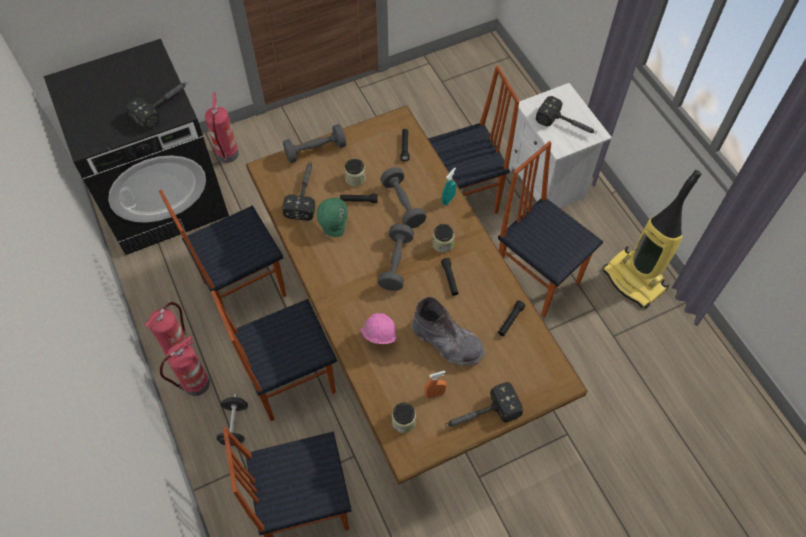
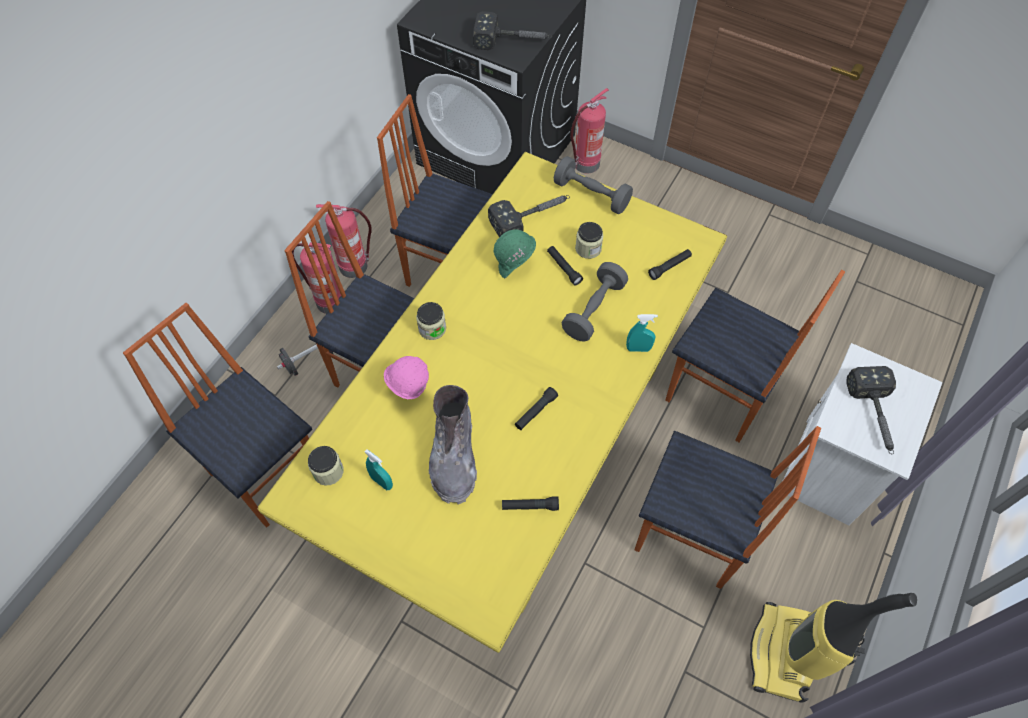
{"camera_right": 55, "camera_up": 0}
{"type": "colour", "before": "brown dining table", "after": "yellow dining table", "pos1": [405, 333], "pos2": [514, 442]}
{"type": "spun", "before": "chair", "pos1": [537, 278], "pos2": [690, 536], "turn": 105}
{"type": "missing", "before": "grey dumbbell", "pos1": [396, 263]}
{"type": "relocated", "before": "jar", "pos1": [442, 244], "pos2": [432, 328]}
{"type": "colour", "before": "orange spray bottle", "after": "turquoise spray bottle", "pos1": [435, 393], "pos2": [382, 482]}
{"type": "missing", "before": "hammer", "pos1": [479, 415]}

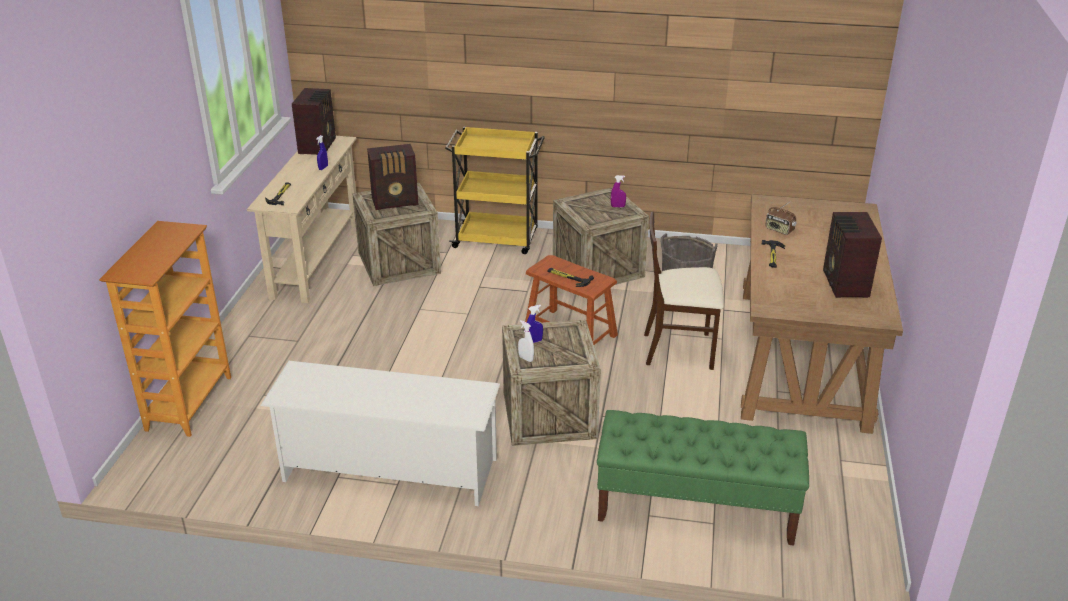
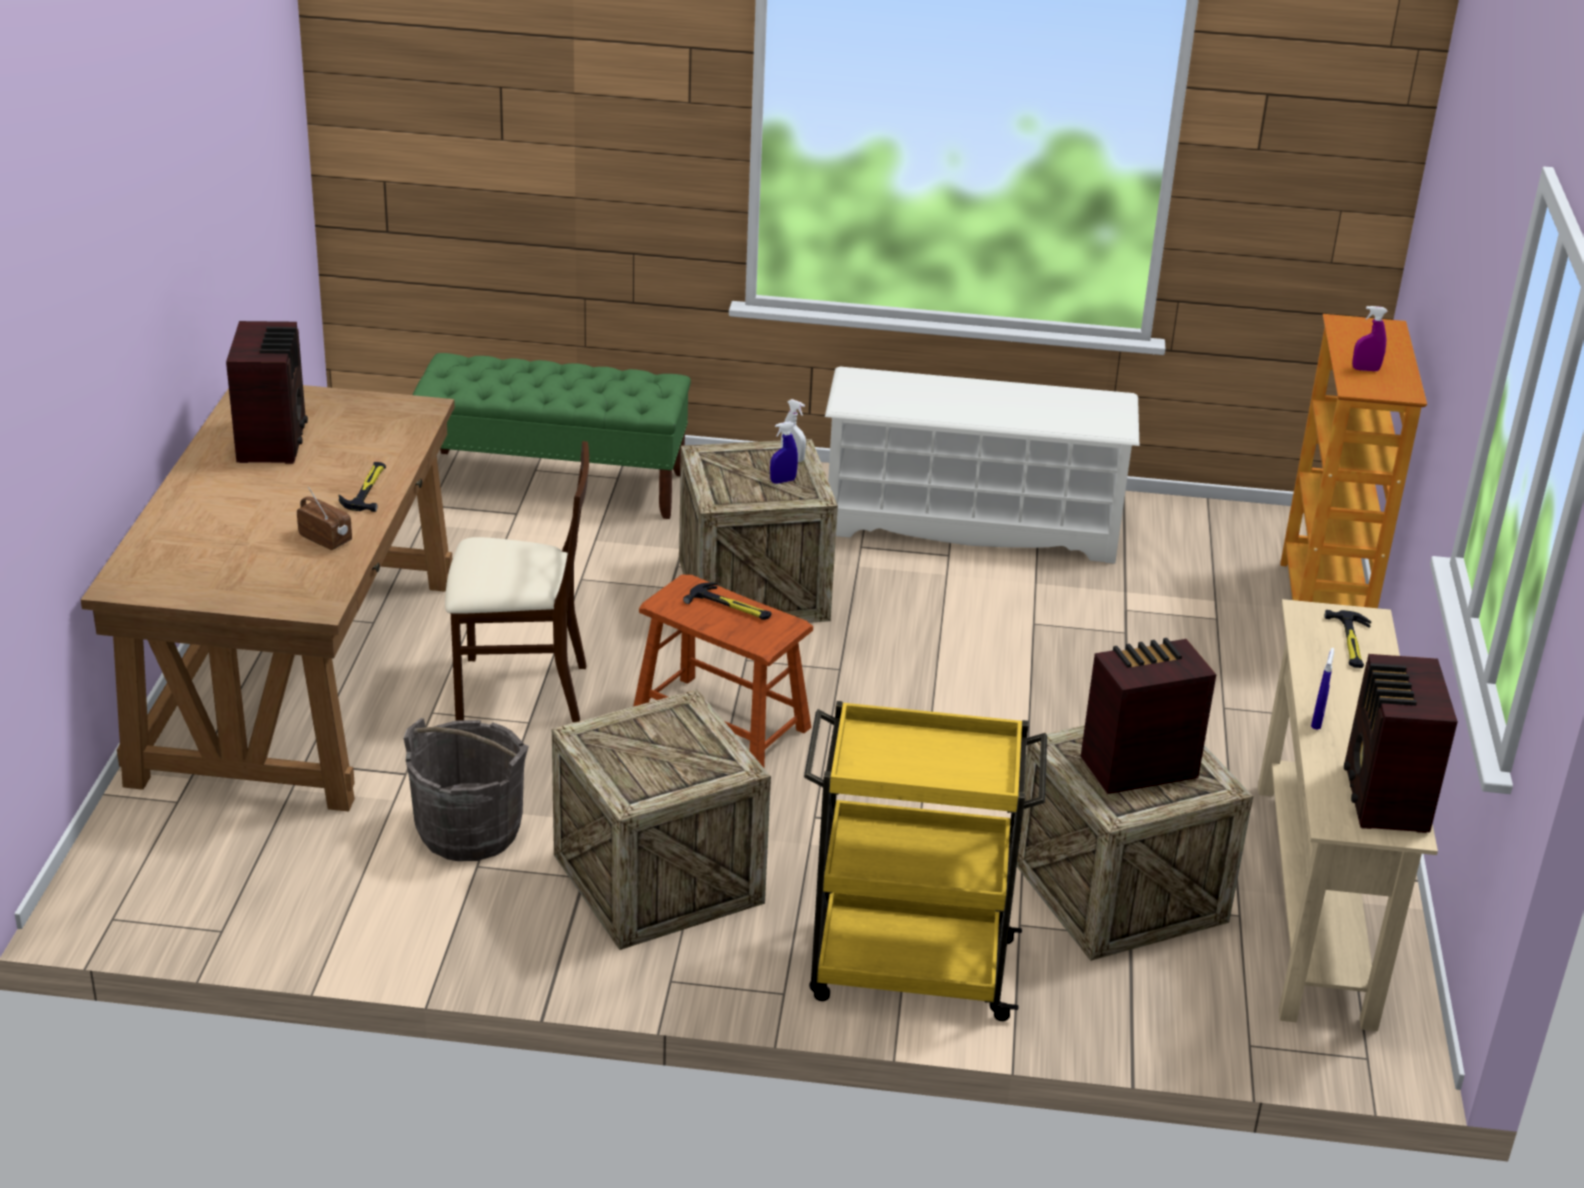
{"camera_right": 175, "camera_up": 0}
{"type": "relocated", "before": "purple spray bottle", "pos1": [618, 206], "pos2": [1365, 369]}

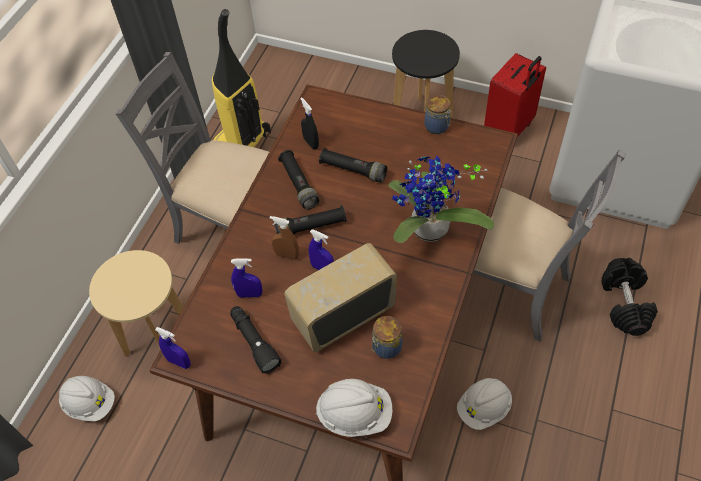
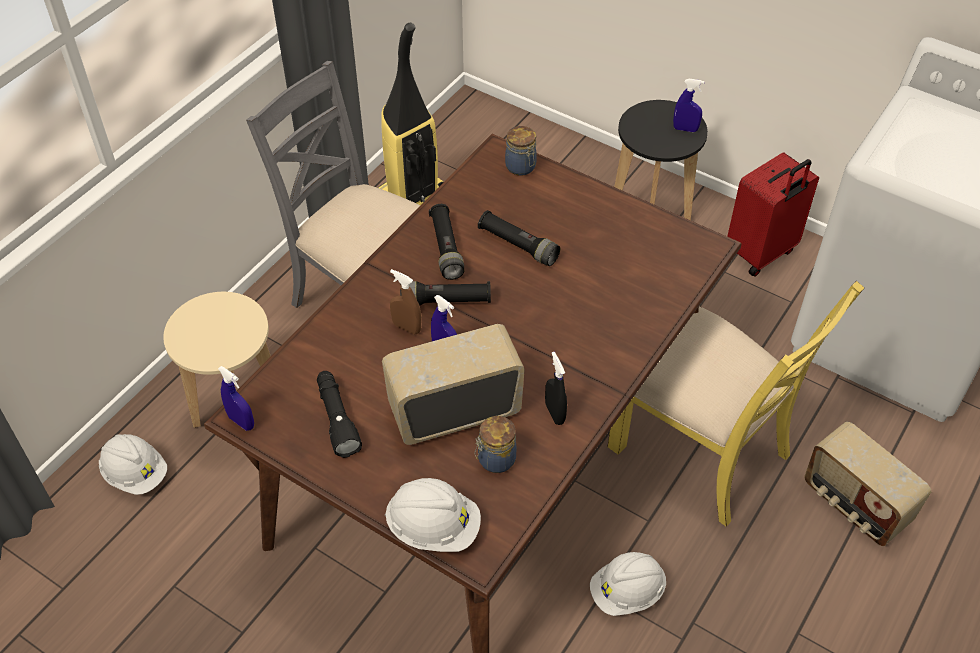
{"camera_right": 10, "camera_up": -5}
{"type": "relocated", "before": "jar", "pos1": [437, 127], "pos2": [521, 167]}
{"type": "relocated", "before": "black spray bottle", "pos1": [311, 143], "pos2": [554, 413]}
{"type": "colour", "before": "grey chair", "after": "yellow chair", "pos1": [507, 288], "pos2": [702, 450]}
{"type": "missing", "before": "potted plant", "pos1": [429, 233]}
{"type": "relocated", "before": "blue spray bottle", "pos1": [249, 294], "pos2": [685, 129]}
{"type": "exchanged", "before": "black dumbbell", "after": "radio", "pos1": [625, 304], "pos2": [854, 504]}

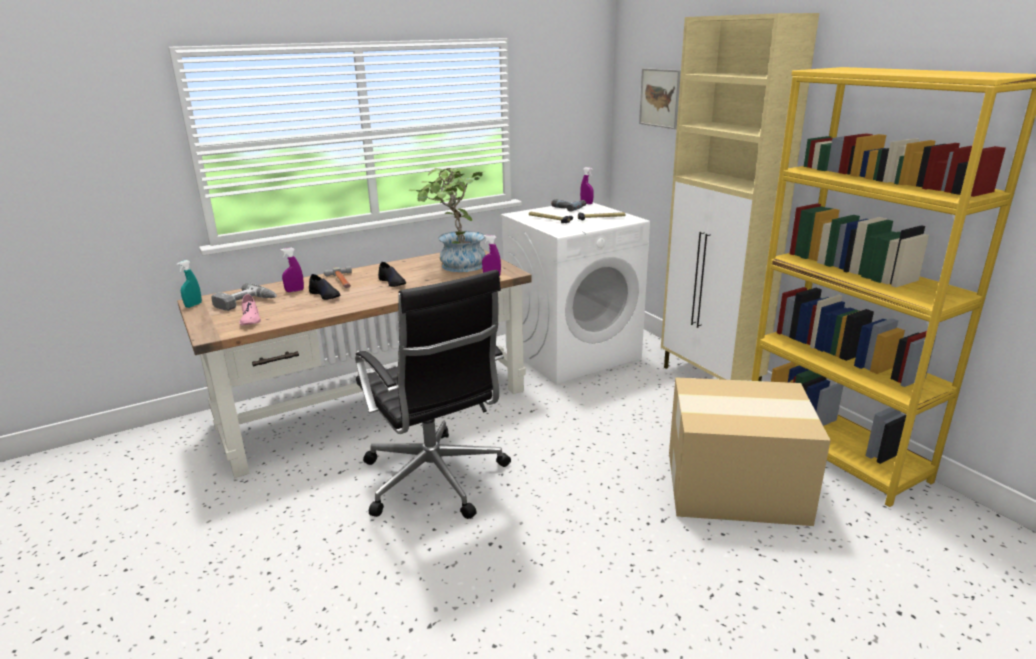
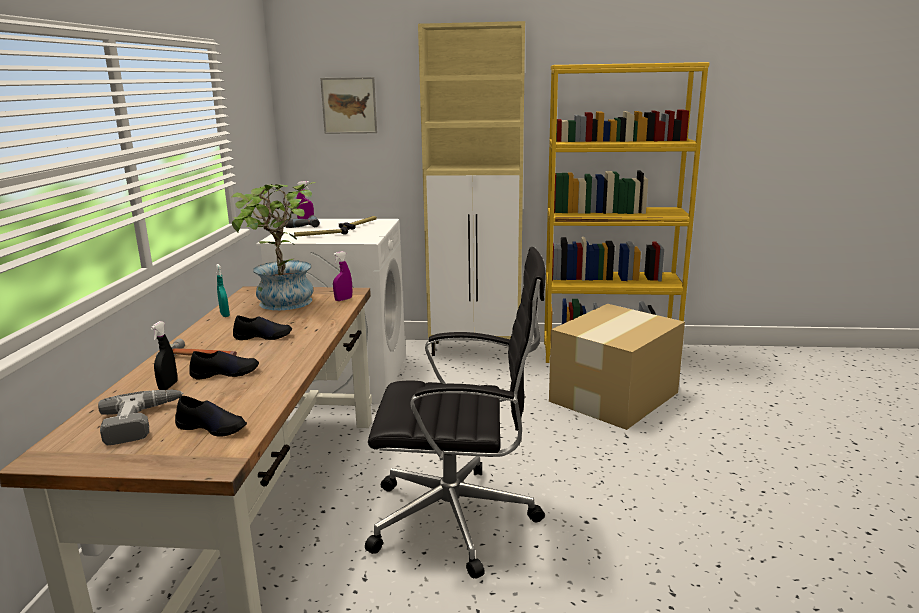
{"camera_right": -55, "camera_up": -5}
{"type": "colour", "before": "purple spray bottle", "after": "black spray bottle", "pos1": [294, 291], "pos2": [168, 386]}
{"type": "relocated", "before": "turquoise spray bottle", "pos1": [193, 305], "pos2": [224, 315]}
{"type": "colour", "before": "pink shoe", "after": "black shoe", "pos1": [250, 319], "pos2": [212, 427]}

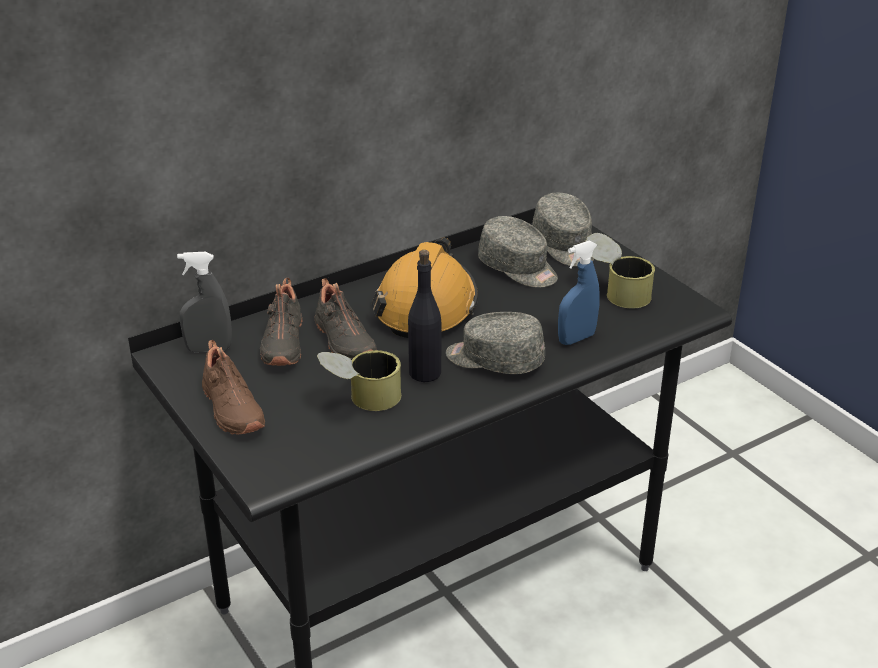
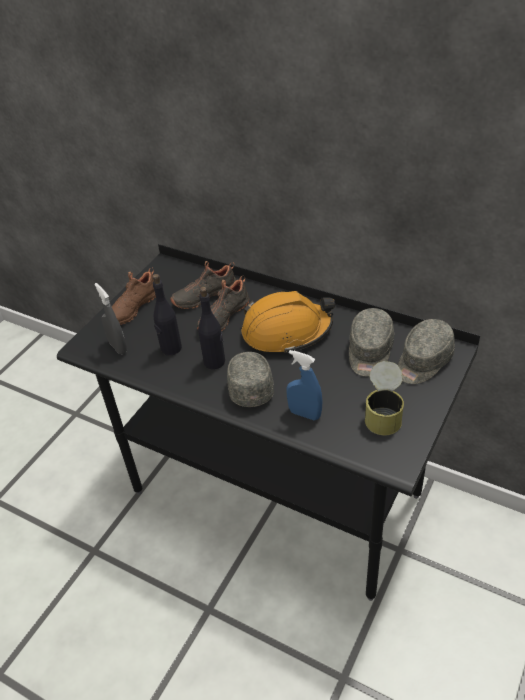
{"camera_right": 65, "camera_up": 10}
{"type": "relocated", "before": "grey spray bottle", "pos1": [209, 349], "pos2": [118, 347]}
{"type": "exchanged", "before": "can", "after": "black bottle", "pos1": [361, 399], "pos2": [171, 348]}

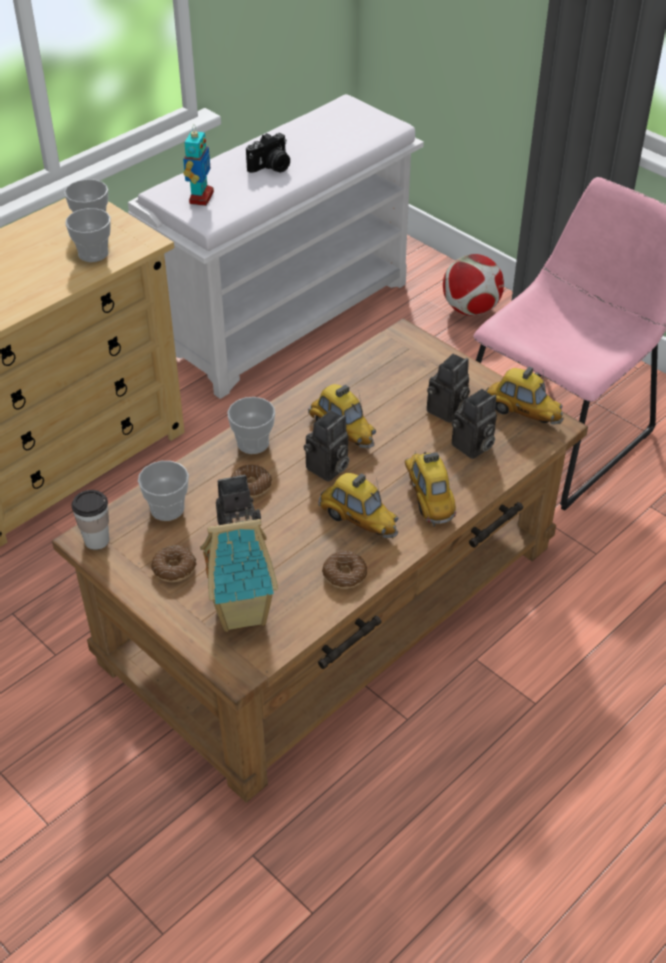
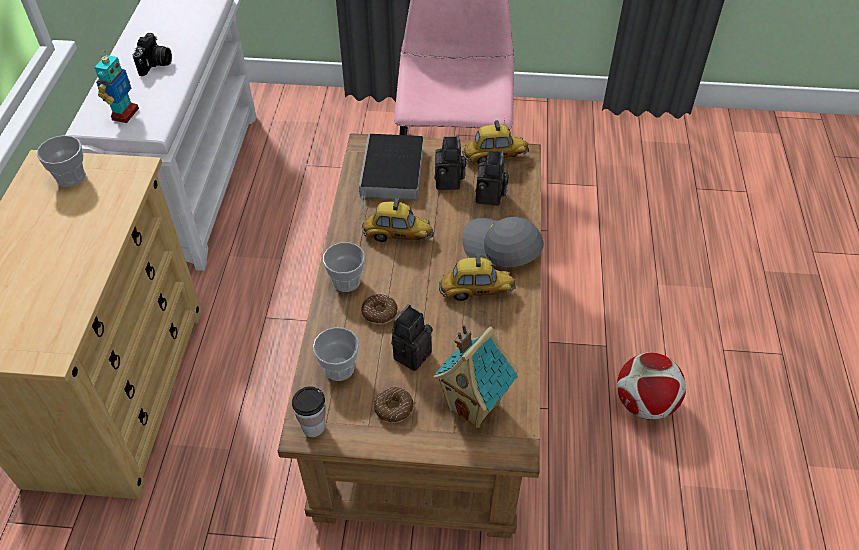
{"camera_right": -40, "camera_up": 5}
{"type": "spun", "before": "toy robot", "pos1": [200, 198], "pos2": [124, 114], "turn": 45}
{"type": "missing", "before": "cup", "pos1": [93, 253]}
{"type": "relocated", "before": "football", "pos1": [471, 309], "pos2": [644, 403]}
{"type": "missing", "before": "photo camera", "pos1": [327, 469]}
{"type": "exchanged", "before": "toy car", "after": "grey cap", "pos1": [427, 497], "pos2": [500, 248]}
{"type": "missing", "before": "donut", "pos1": [344, 575]}
{"type": "appeared", "after": "book", "pos2": [392, 173]}

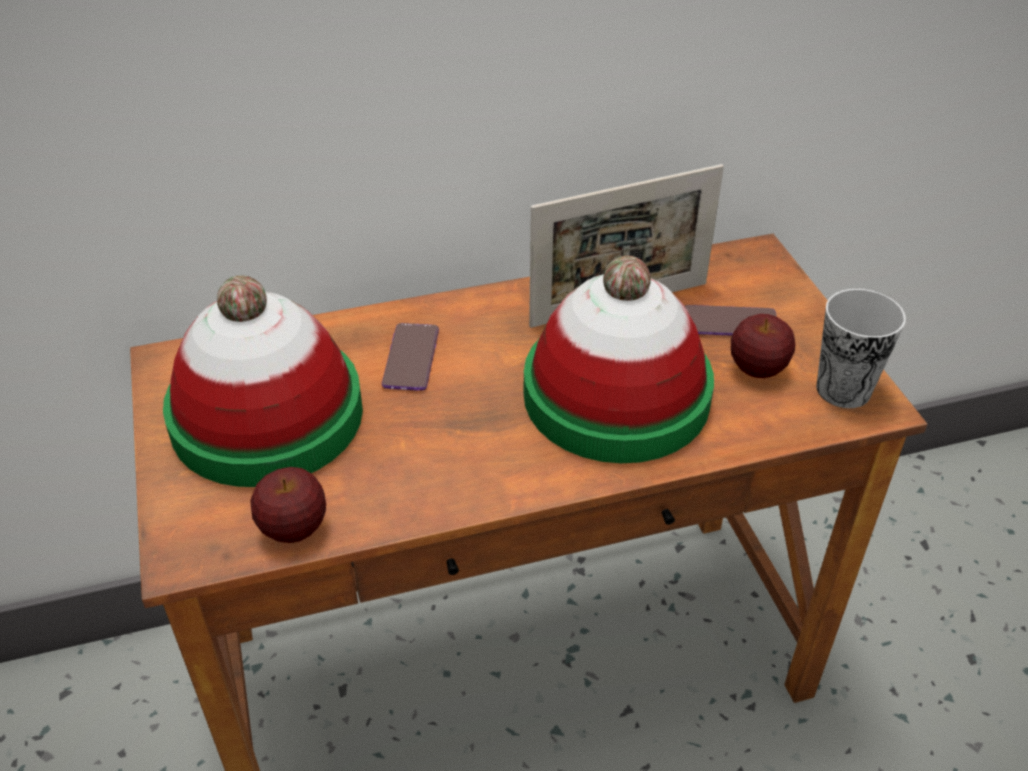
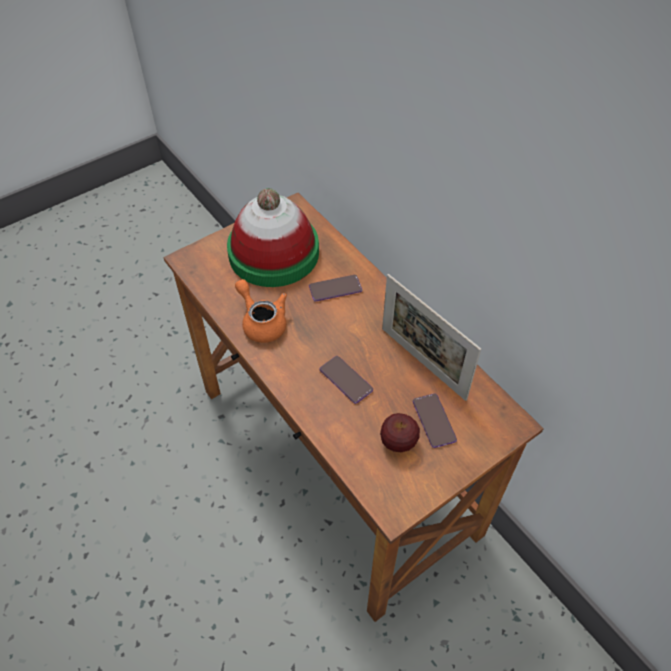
{"camera_right": 70, "camera_up": 10}
{"type": "exchanged", "before": "hat", "after": "phone", "pos1": [616, 395], "pos2": [346, 380]}
{"type": "missing", "before": "cup", "pos1": [843, 389]}
{"type": "missing", "before": "apple", "pos1": [293, 528]}
{"type": "appeared", "after": "orange teapot", "pos2": [262, 322]}

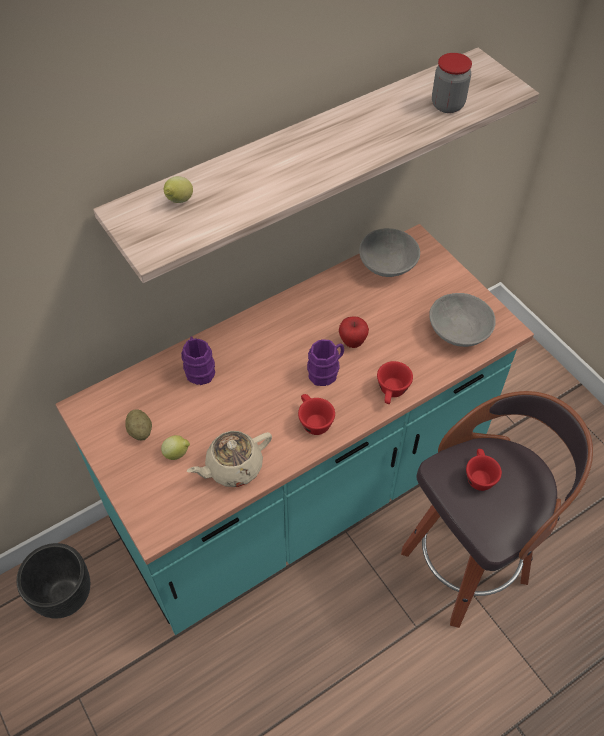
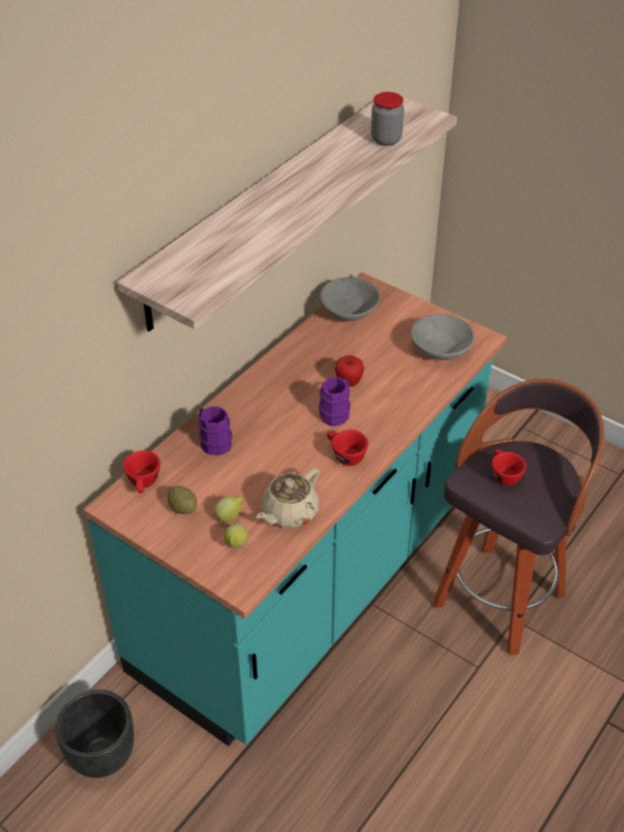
{"camera_right": -20, "camera_up": -10}
{"type": "relocated", "before": "lemon", "pos1": [179, 201], "pos2": [236, 545]}
{"type": "relocated", "before": "red cup", "pos1": [392, 392], "pos2": [144, 483]}

